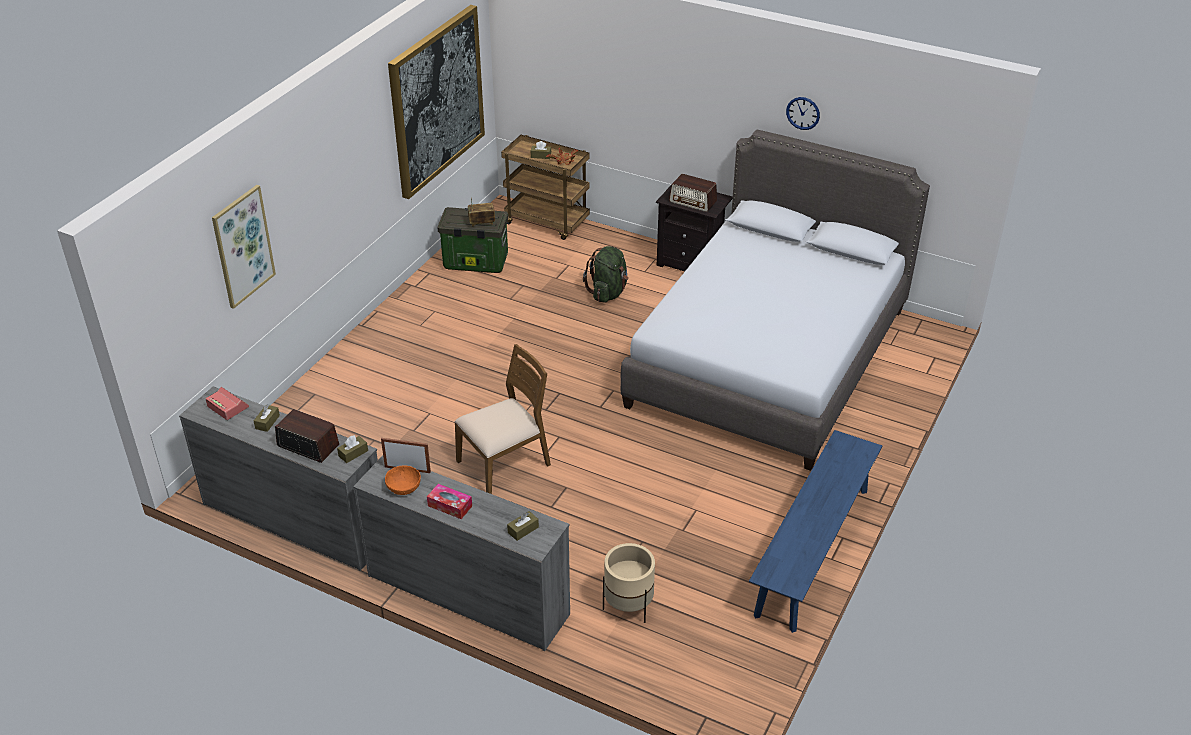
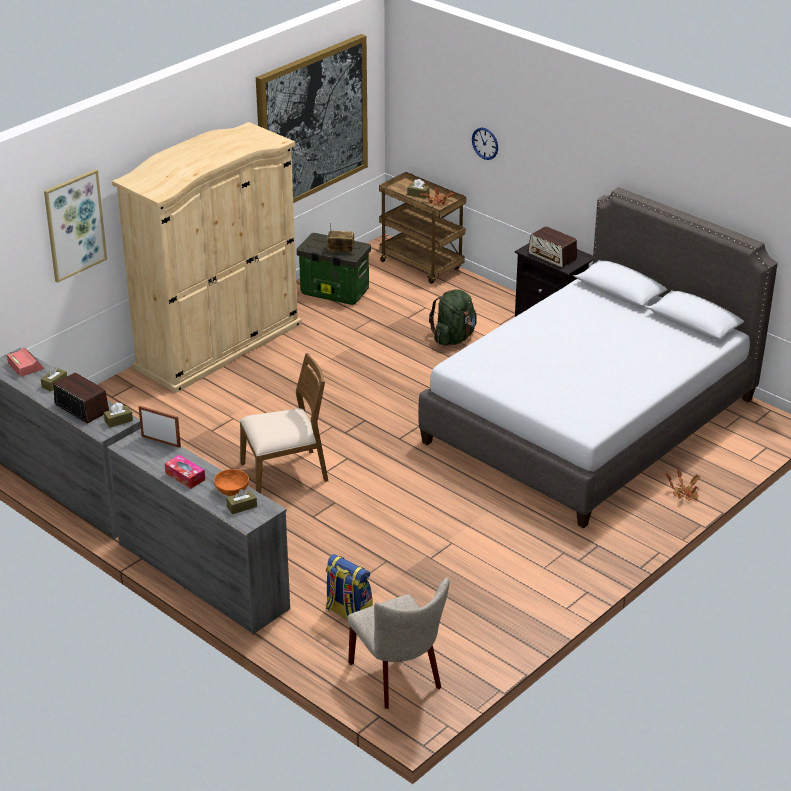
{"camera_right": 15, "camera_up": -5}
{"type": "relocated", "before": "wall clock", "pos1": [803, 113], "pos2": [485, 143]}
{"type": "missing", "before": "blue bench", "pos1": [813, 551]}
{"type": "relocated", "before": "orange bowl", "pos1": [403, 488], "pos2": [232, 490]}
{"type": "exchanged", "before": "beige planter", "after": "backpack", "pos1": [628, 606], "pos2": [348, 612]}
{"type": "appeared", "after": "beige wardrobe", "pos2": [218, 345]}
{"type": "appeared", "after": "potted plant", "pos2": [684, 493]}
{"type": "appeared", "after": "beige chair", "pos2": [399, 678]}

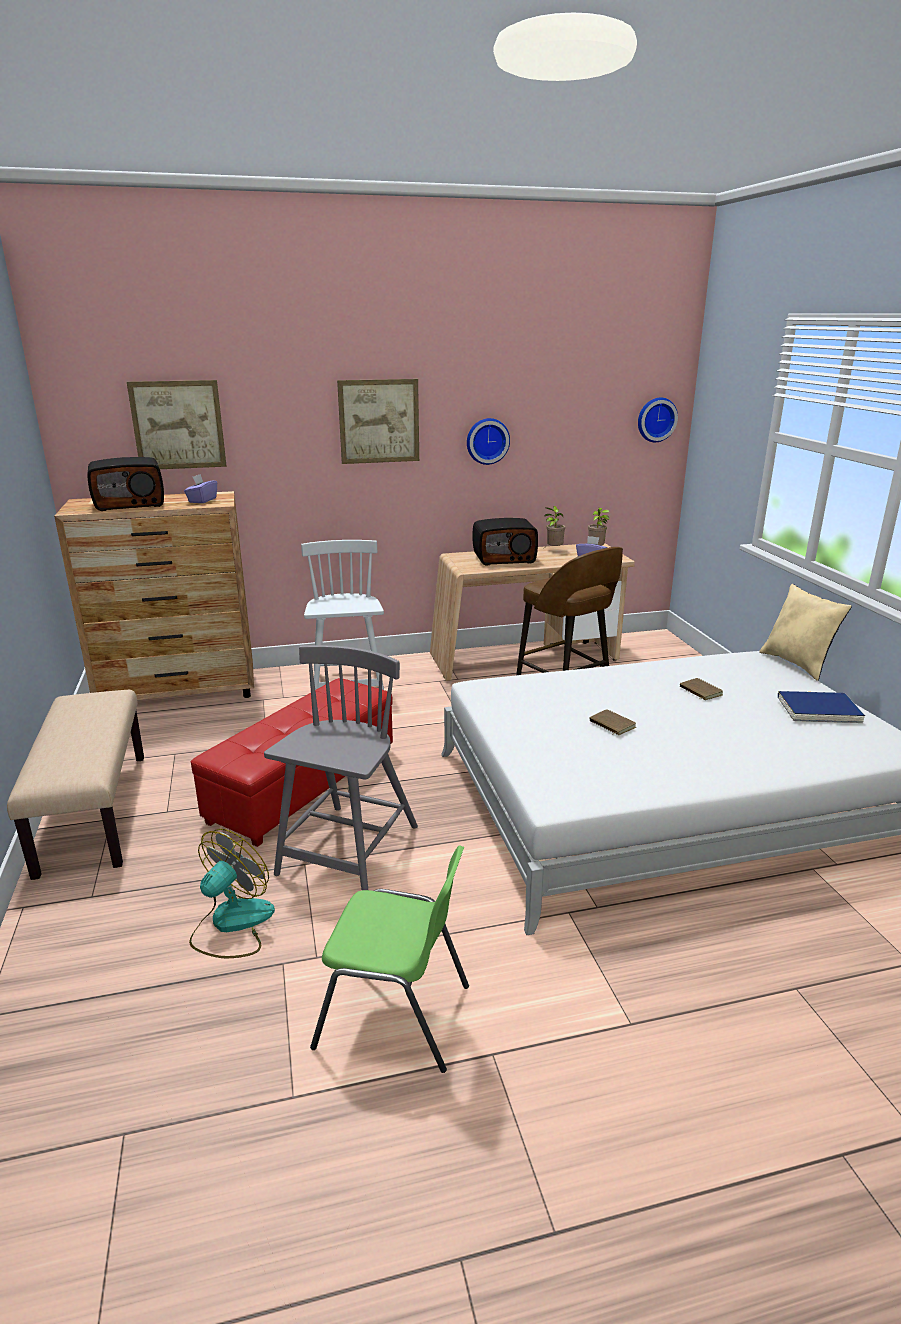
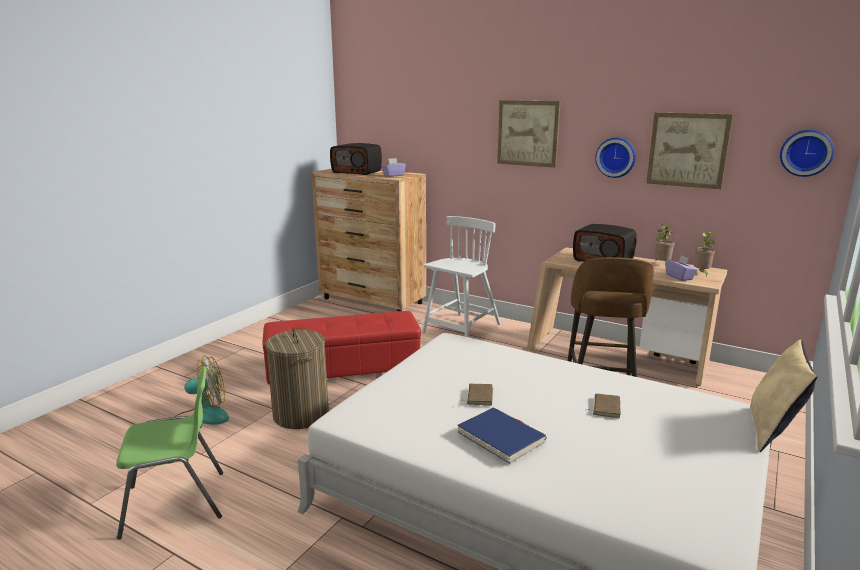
{"camera_right": 45, "camera_up": -5}
{"type": "relocated", "before": "picture", "pos1": [178, 425], "pos2": [687, 150]}
{"type": "exchanged", "before": "grey chair", "after": "laundry basket", "pos1": [348, 852], "pos2": [301, 415]}
{"type": "missing", "before": "beige bench", "pos1": [93, 812]}
{"type": "relocated", "before": "blue book", "pos1": [818, 710], "pos2": [501, 438]}
{"type": "spun", "before": "green chair", "pos1": [396, 1016], "pos2": [176, 503], "turn": -75}

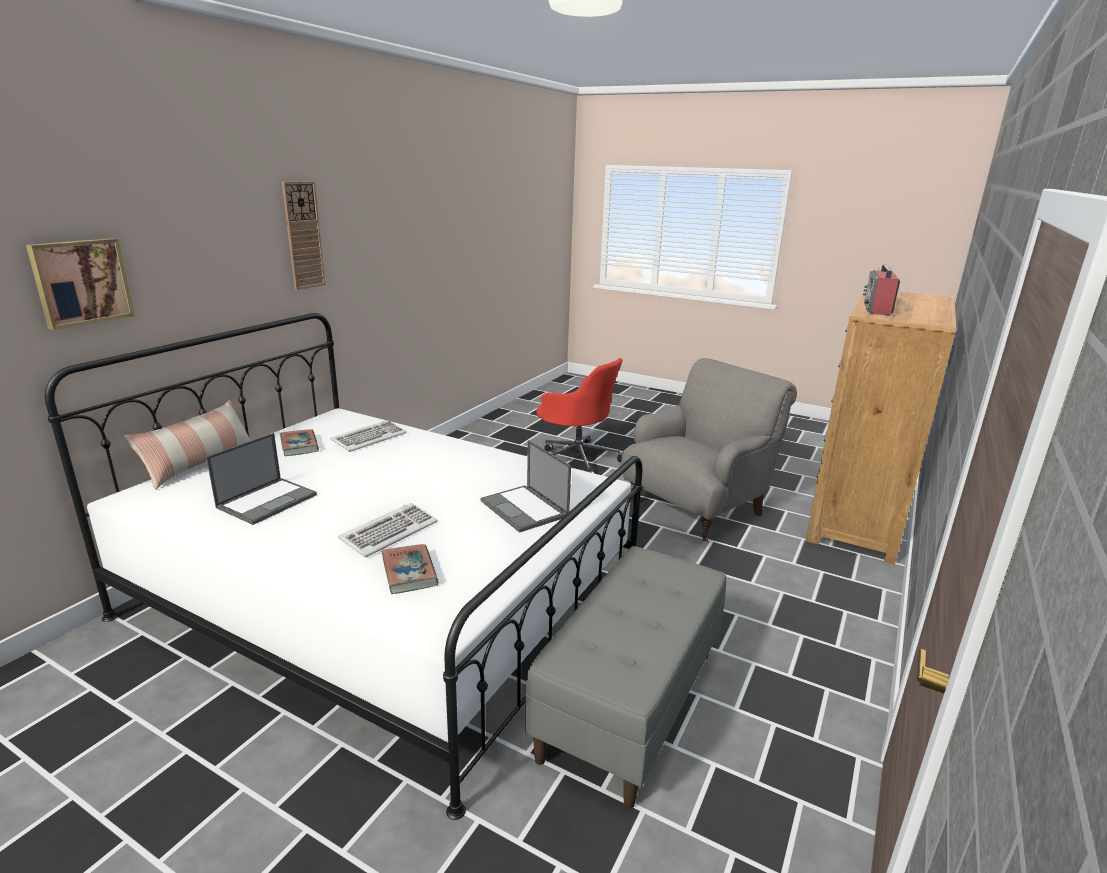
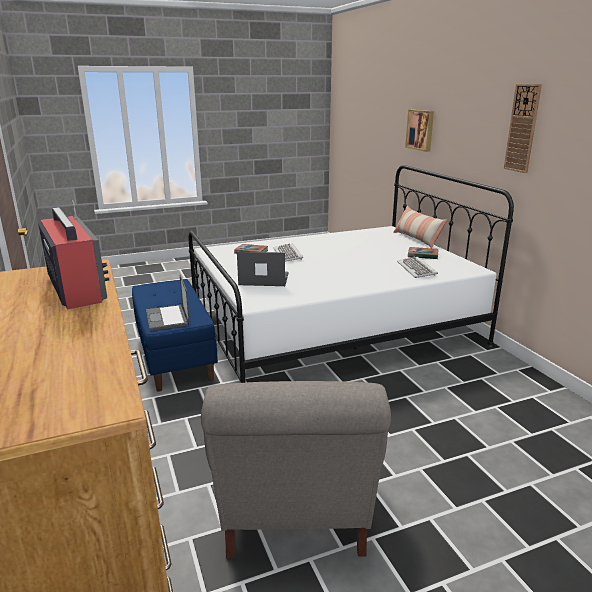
{"camera_right": 130, "camera_up": 0}
{"type": "missing", "before": "red office chair", "pos1": [577, 459]}
{"type": "relocated", "before": "laptop", "pos1": [268, 500], "pos2": [168, 318]}
{"type": "colour", "before": "grey bench", "after": "blue bench", "pos1": [629, 702], "pos2": [175, 356]}

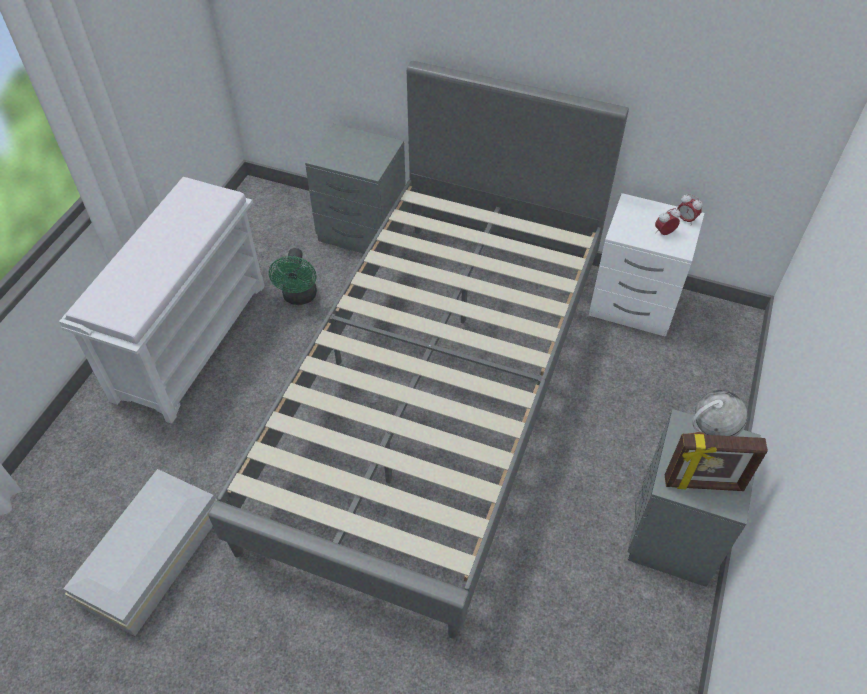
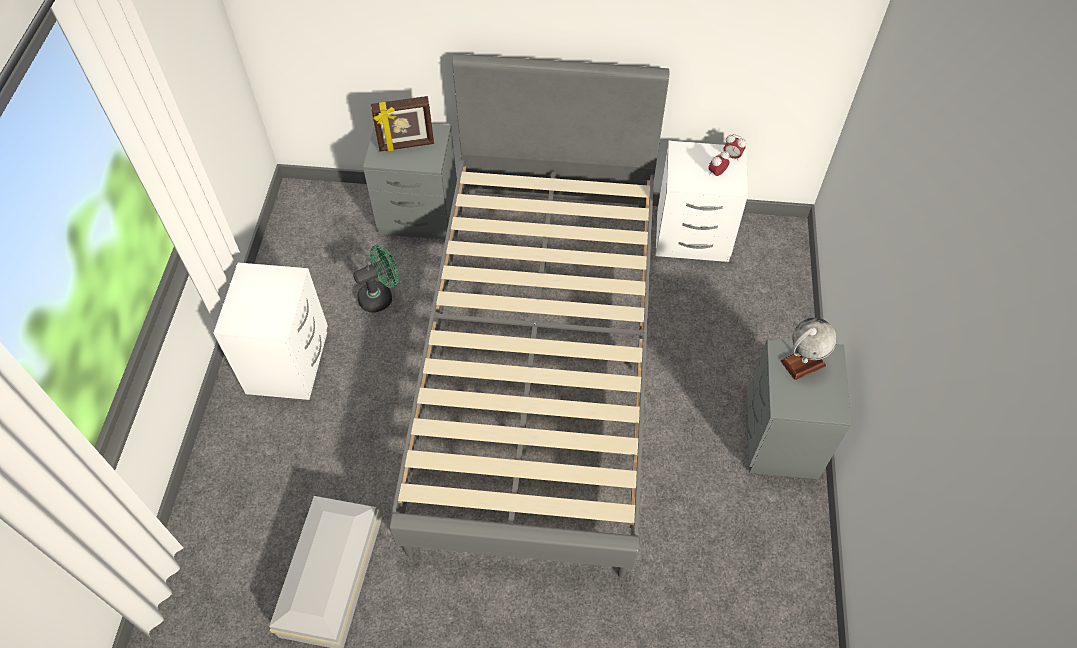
{"camera_right": -15, "camera_up": 5}
{"type": "exchanged", "before": "white bench", "after": "white nightstand", "pos1": [191, 339], "pos2": [290, 361]}
{"type": "spun", "before": "green fan", "pos1": [299, 297], "pos2": [381, 296], "turn": -105}
{"type": "relocated", "before": "picture frame", "pos1": [703, 484], "pos2": [406, 145]}

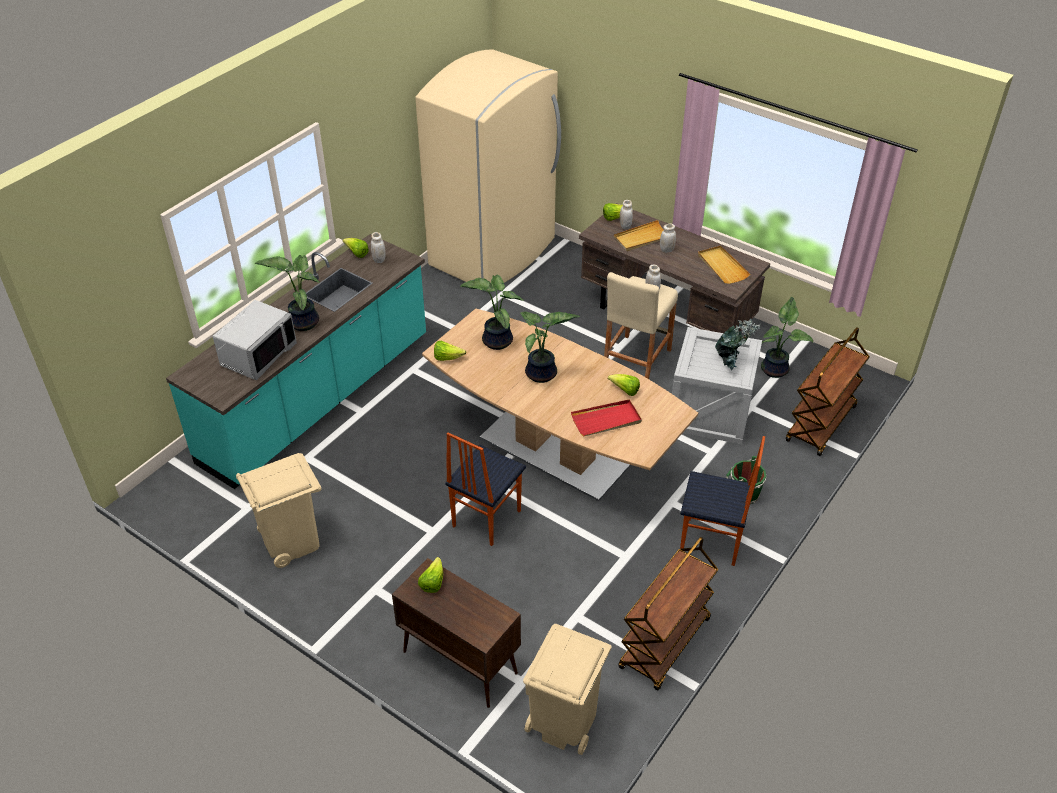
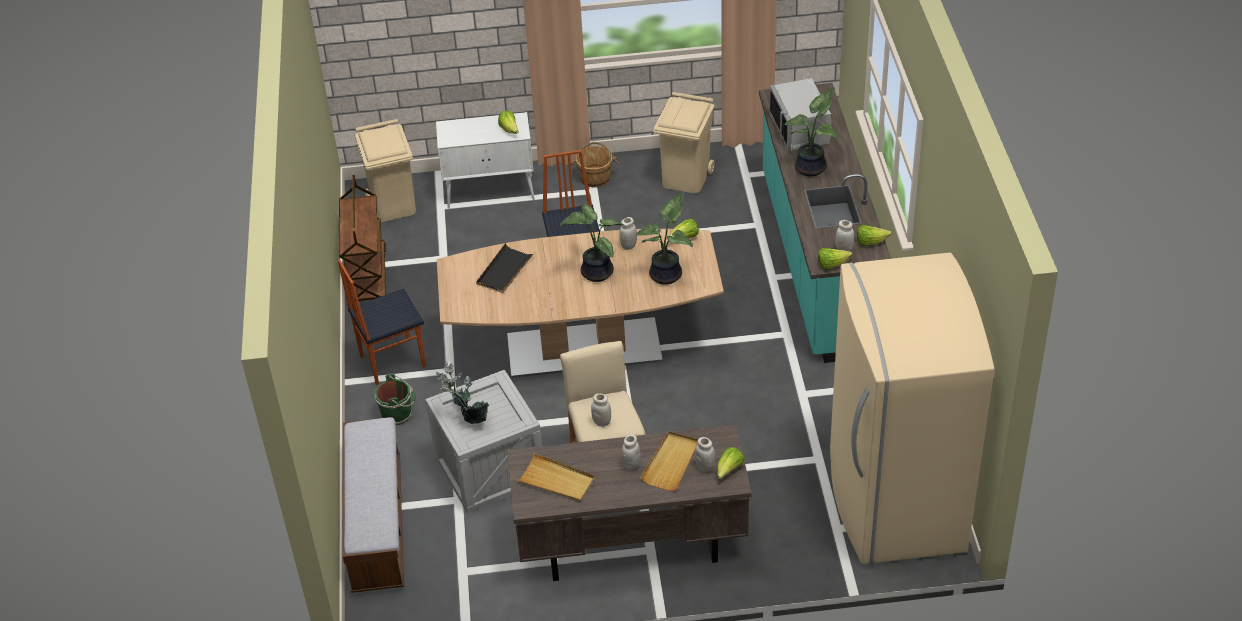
{"camera_right": 140, "camera_up": 0}
{"type": "missing", "before": "potted plant", "pos1": [776, 369]}
{"type": "exchanged", "before": "brown cart", "after": "bench", "pos1": [821, 425], "pos2": [377, 525]}
{"type": "relocated", "before": "lettuce", "pos1": [625, 390], "pos2": [832, 264]}
{"type": "colour", "before": "red tray", "after": "black tray", "pos1": [606, 420], "pos2": [505, 270]}
{"type": "colour", "before": "brown cabinet", "after": "white cabinet", "pos1": [459, 662], "pos2": [491, 192]}
{"type": "appeared", "after": "brown bucket", "pos2": [595, 177]}
{"type": "appeared", "after": "white jar", "pos2": [628, 246]}

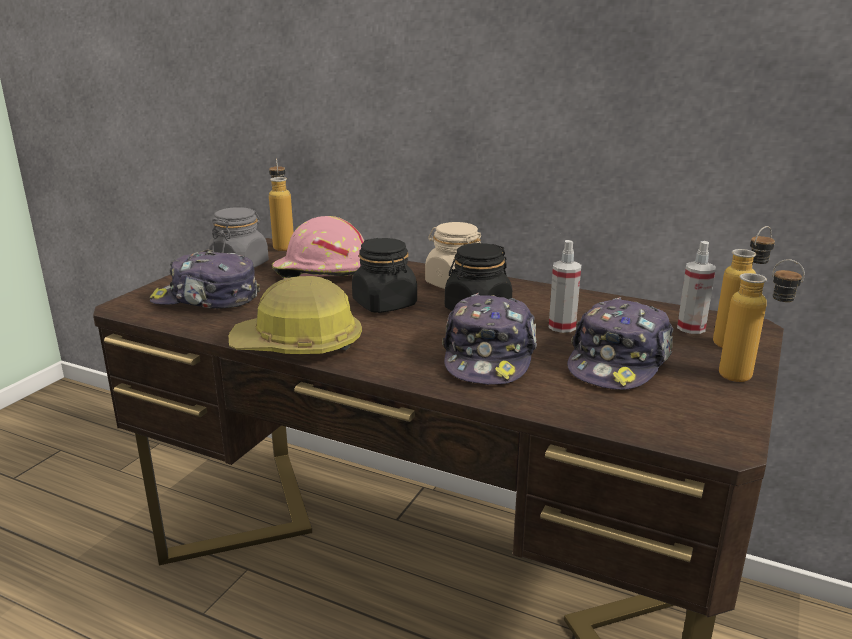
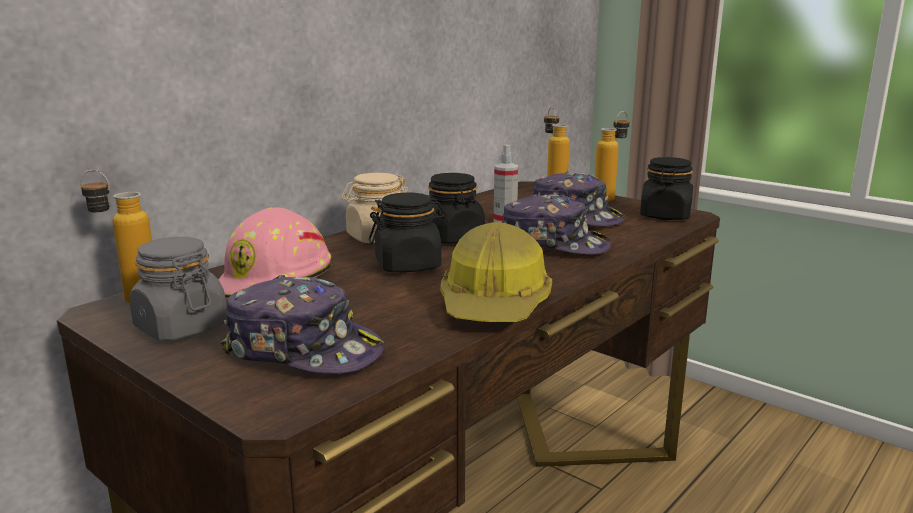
{"camera_right": -75, "camera_up": -5}
{"type": "missing", "before": "spray bottle", "pos1": [691, 328]}
{"type": "spun", "before": "cap", "pos1": [206, 299], "pos2": [304, 350], "turn": -90}
{"type": "appeared", "after": "black jar", "pos2": [665, 216]}

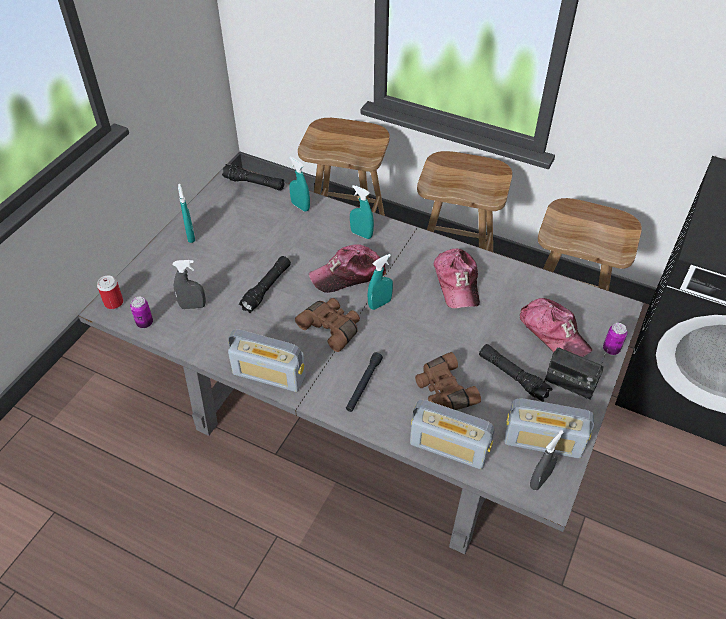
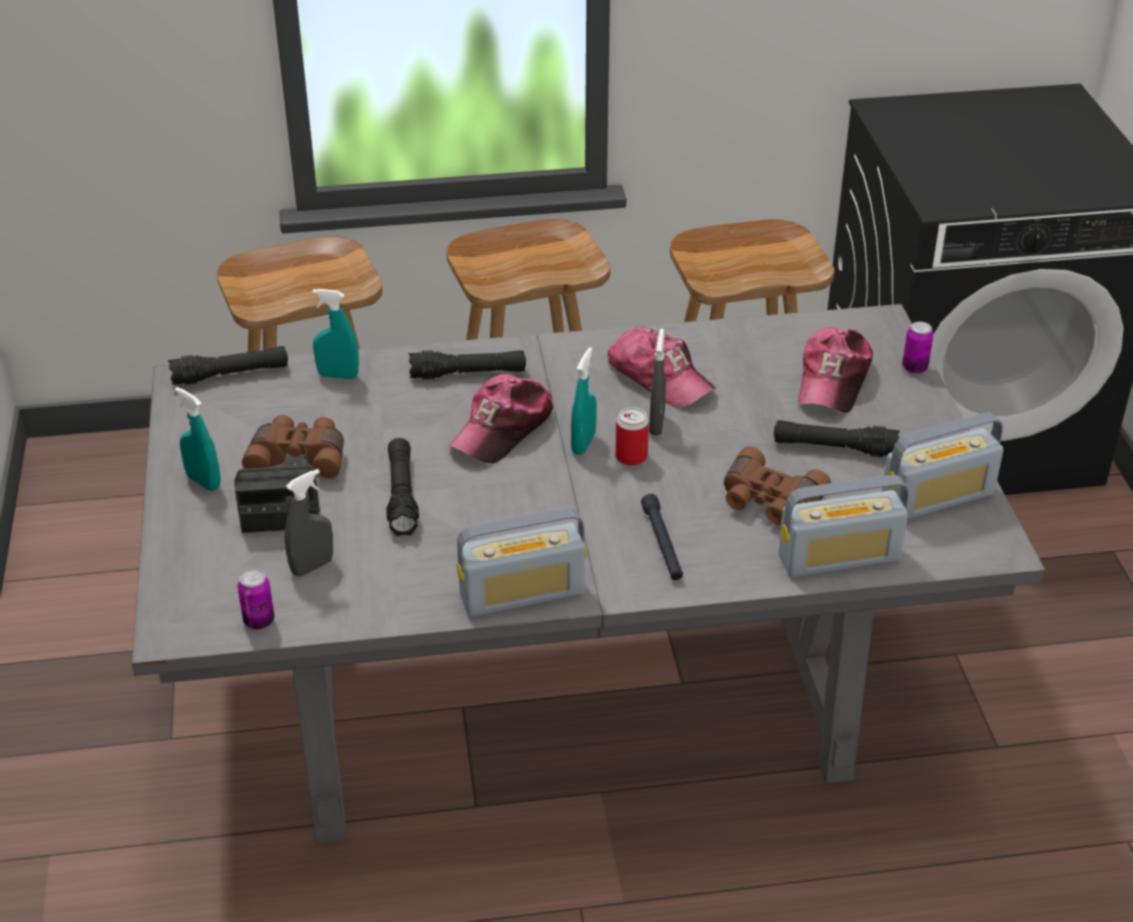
{"camera_right": -35, "camera_up": -10}
{"type": "exchanged", "before": "turquoise spray bottle", "after": "black flashlight", "pos1": [361, 234], "pos2": [468, 374]}
{"type": "relocated", "before": "can", "pos1": [114, 302], "pos2": [631, 457]}
{"type": "relocated", "before": "brown binoculars", "pos1": [332, 328], "pos2": [299, 457]}
{"type": "spun", "before": "cap", "pos1": [553, 333], "pos2": [833, 380], "turn": 90}
{"type": "relocated", "before": "radio", "pos1": [570, 383], "pos2": [281, 521]}
{"type": "relocated", "before": "grey spray bottle", "pos1": [540, 480], "pos2": [656, 424]}

